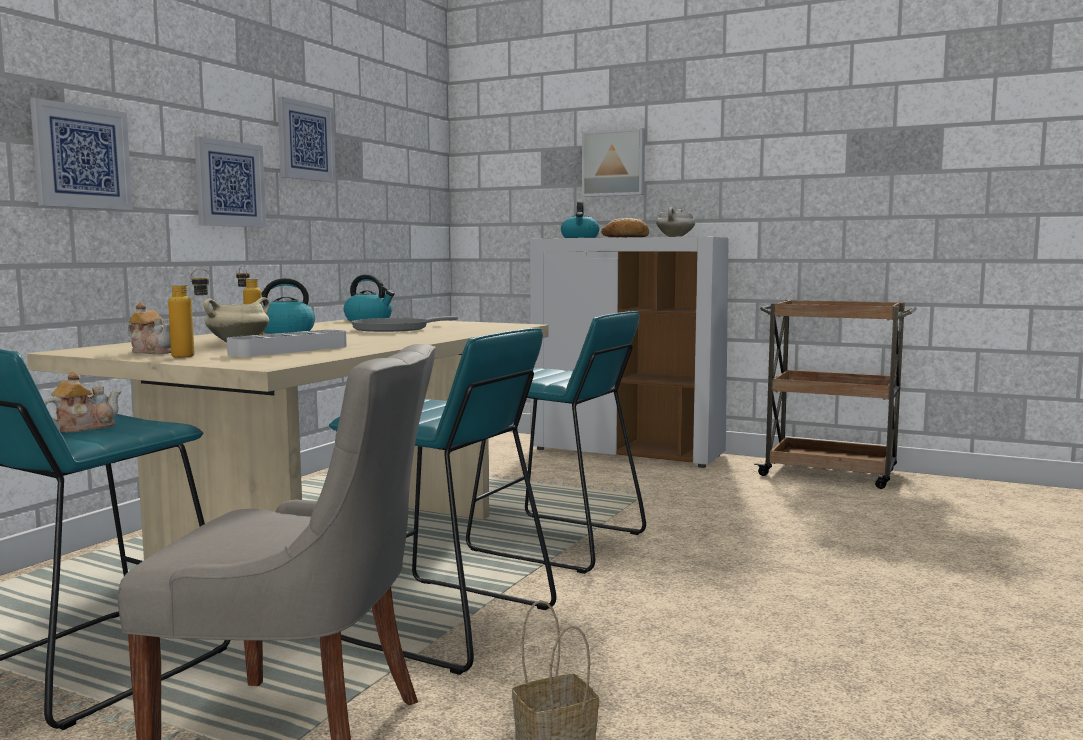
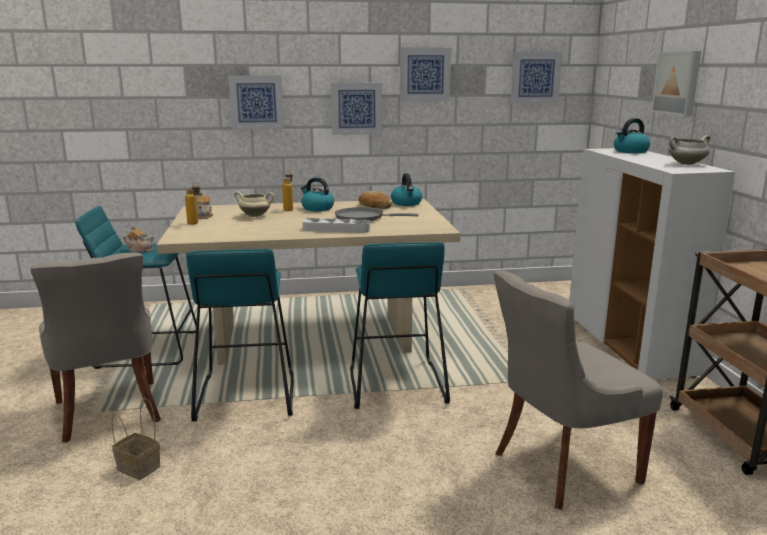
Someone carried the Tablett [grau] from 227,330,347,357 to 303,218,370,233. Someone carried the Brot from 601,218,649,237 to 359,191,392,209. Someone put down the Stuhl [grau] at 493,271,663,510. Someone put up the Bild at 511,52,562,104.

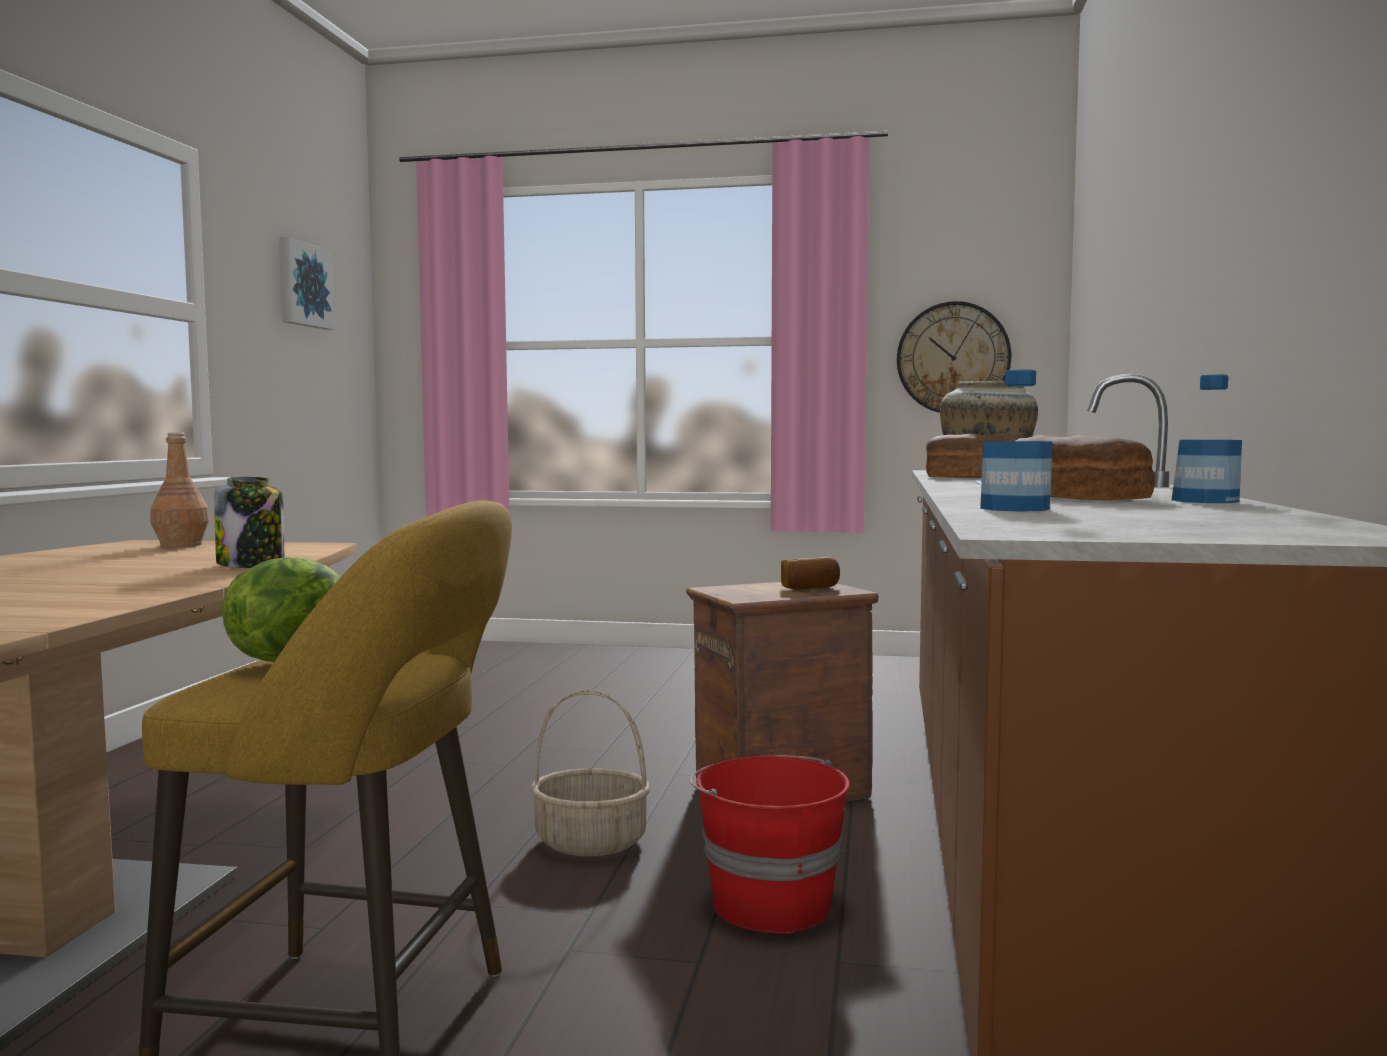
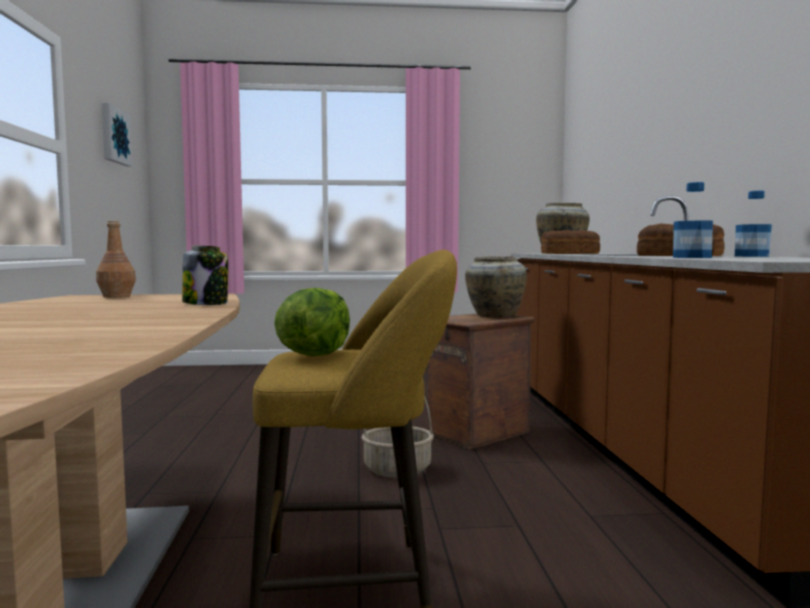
Someone swapped the Brot at 781,557,840,590 for the Vase [beige] at 465,256,527,318. Someone took away the Eimer [rot] at 690,755,850,934. Someone took away the Wanduhr at 897,301,1011,413.

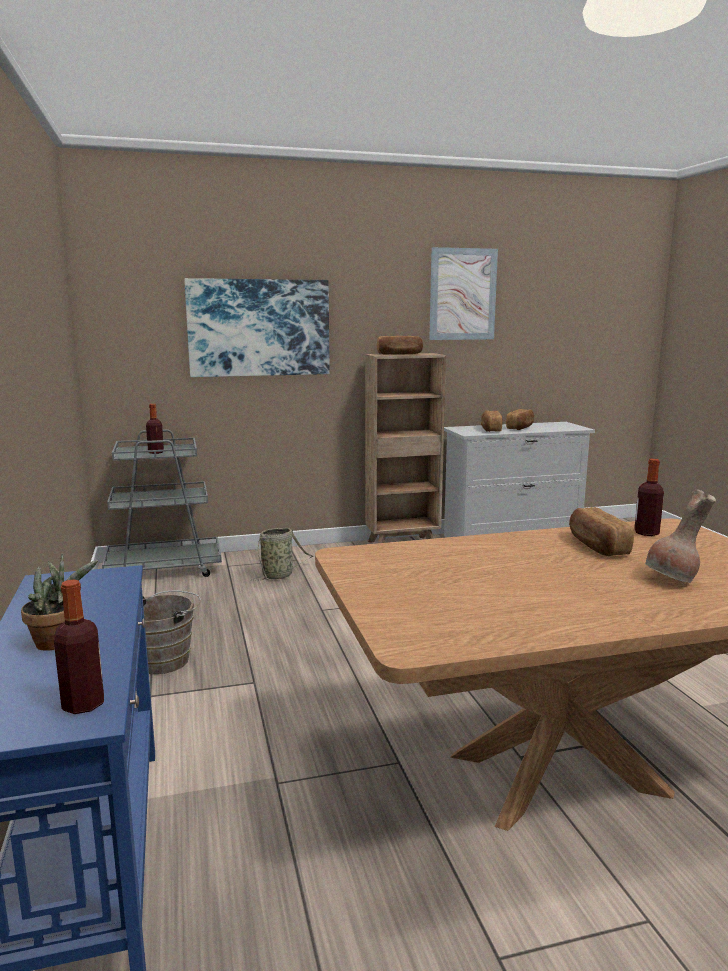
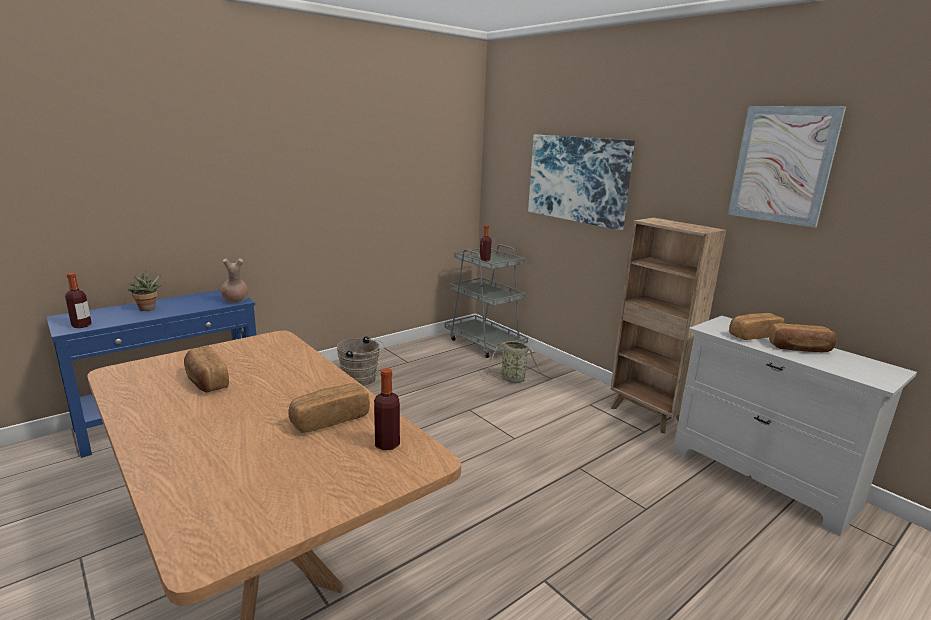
Someone carried the Brot from 377,336,423,355 to 184,346,229,393. Someone carried the Vase [braun] from 645,490,716,583 to 221,258,248,303.

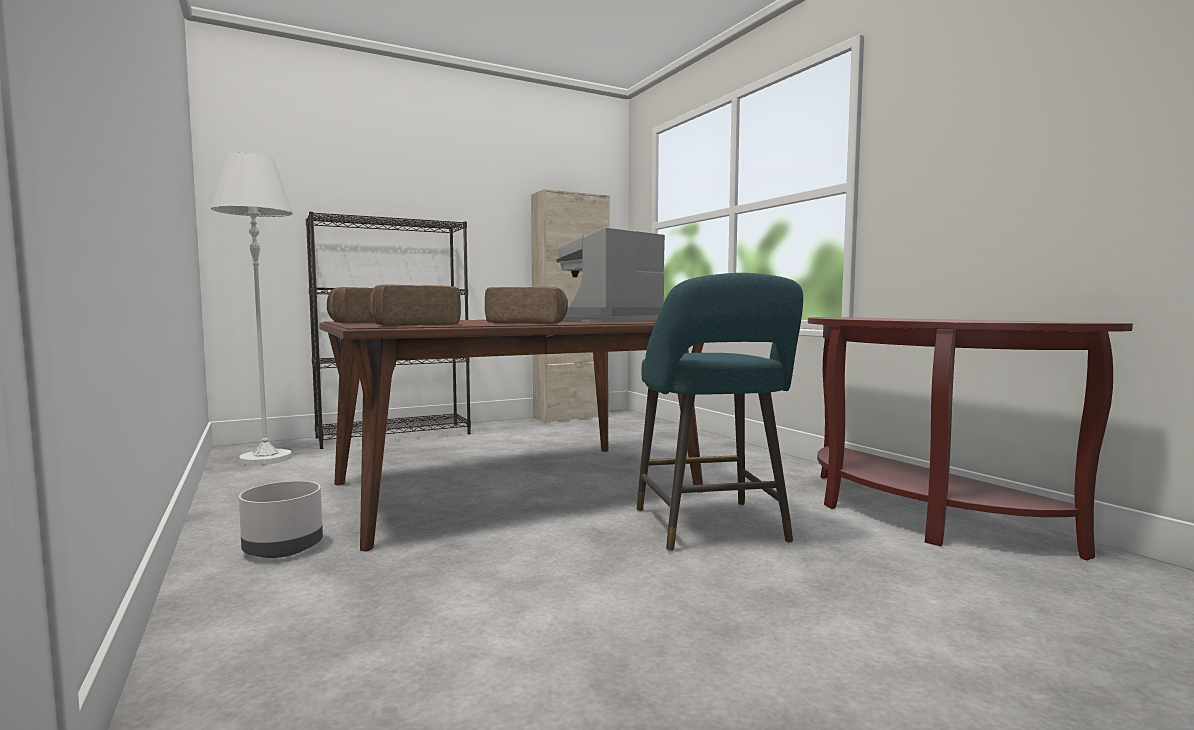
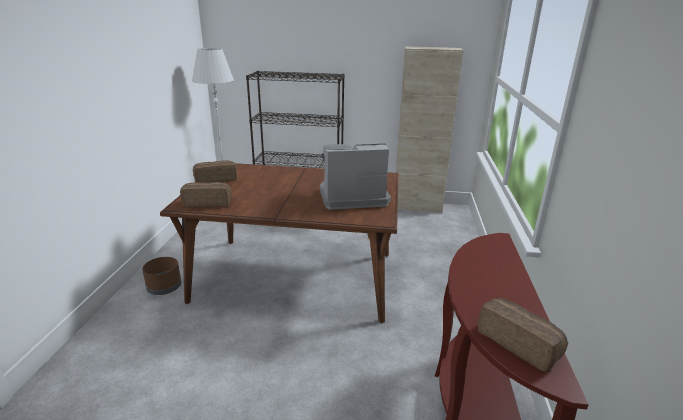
Someone repainted the Pflanzkübel [grau] at 239,481,323,558, which became the Pflanzkübel [braun] at 142,257,181,295. Someone carried the Brot from 485,286,568,324 to 478,298,568,372. Someone took away the Hocker [türkis] at 637,273,803,552.

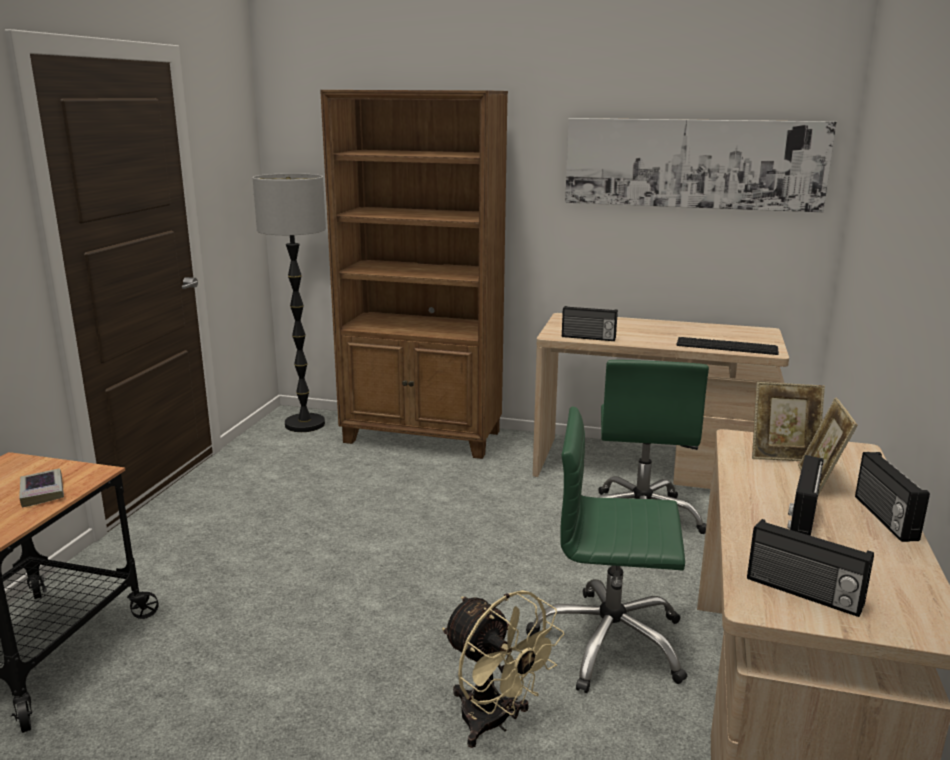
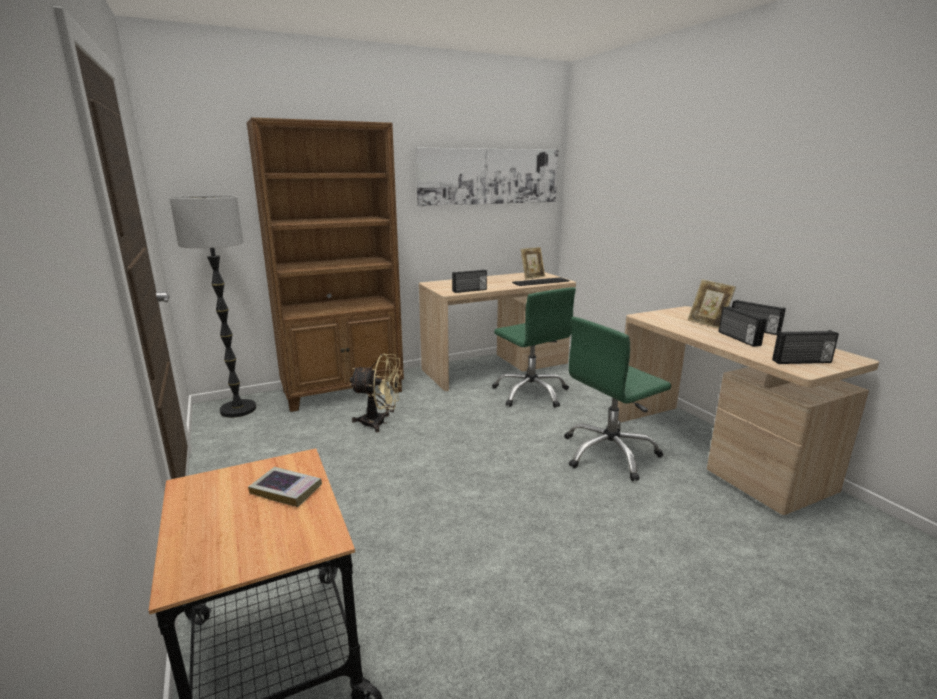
Someone carried the Ventilator [beige] from 442,590,564,748 to 349,354,402,432. Someone carried the Bilderrahmen from 752,382,825,461 to 520,247,545,280.

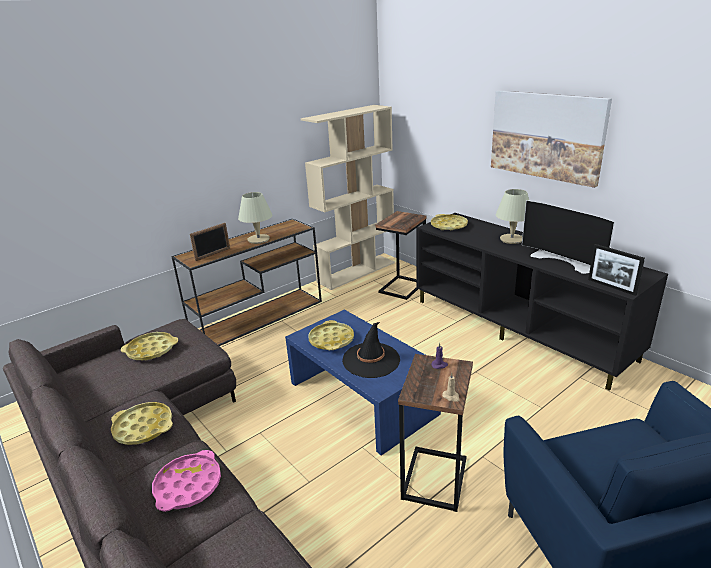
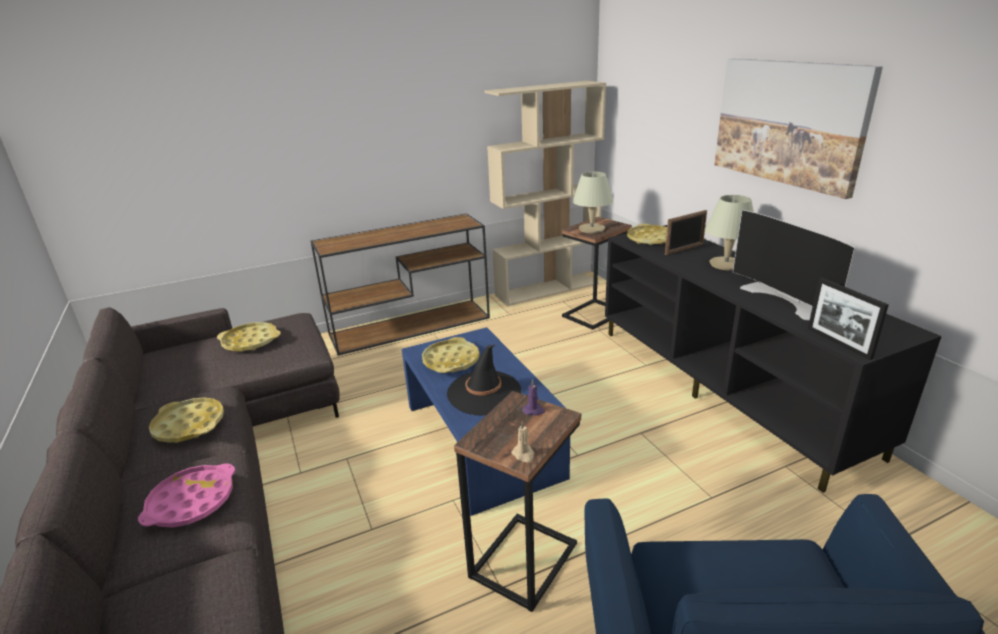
Someone carried the Tischlampe [beige] from 238,192,273,244 to 573,172,613,233. Someone carried the Bilderrahmen from 190,223,230,261 to 665,210,707,255.

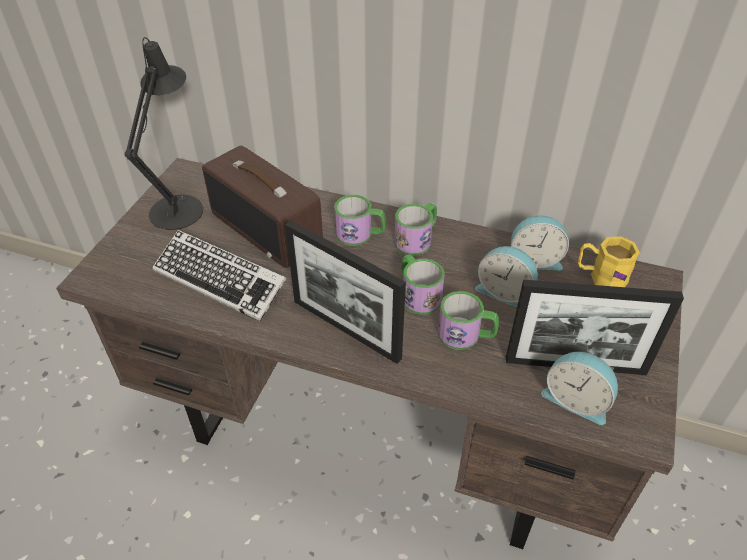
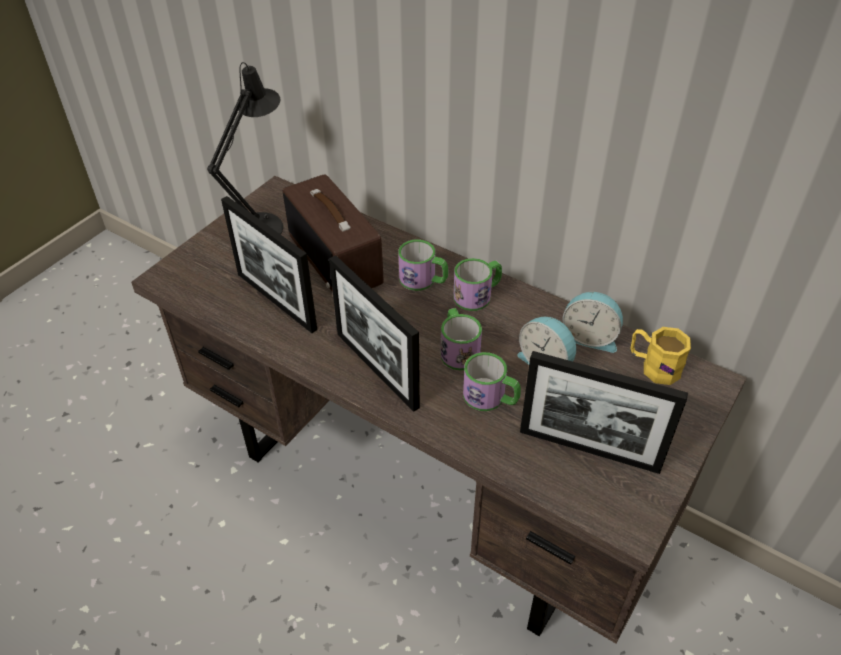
Someone swapped the Tastatur at 152,230,286,322 for the Bilderrahmen at 221,196,317,333. Someone took away the Wecker at 541,352,618,425.

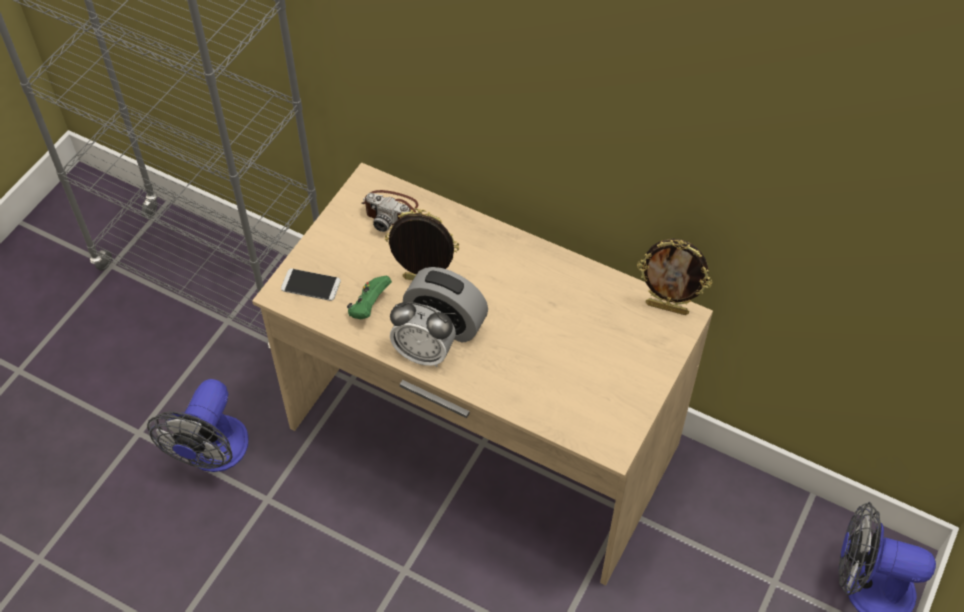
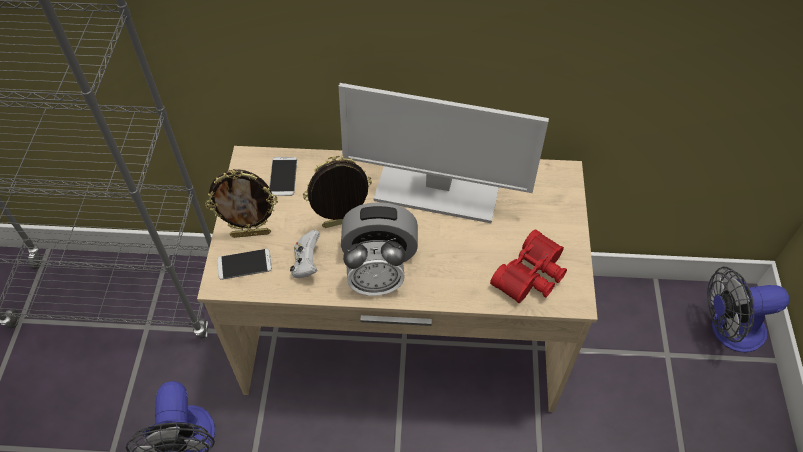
Someone carried the Bilderrahmen from 637,239,712,315 to 205,169,278,238. Someone swapped the Kamera at 362,190,418,232 for the Handy at 270,157,297,196. Someone repainted the Gamepad [grün] at 347,276,392,319, which became the Gamepad [weiß] at 290,230,320,278. Someone put down the Monitor at 339,83,549,223. Someone put down the Fernglas [rot] at 490,229,567,303.

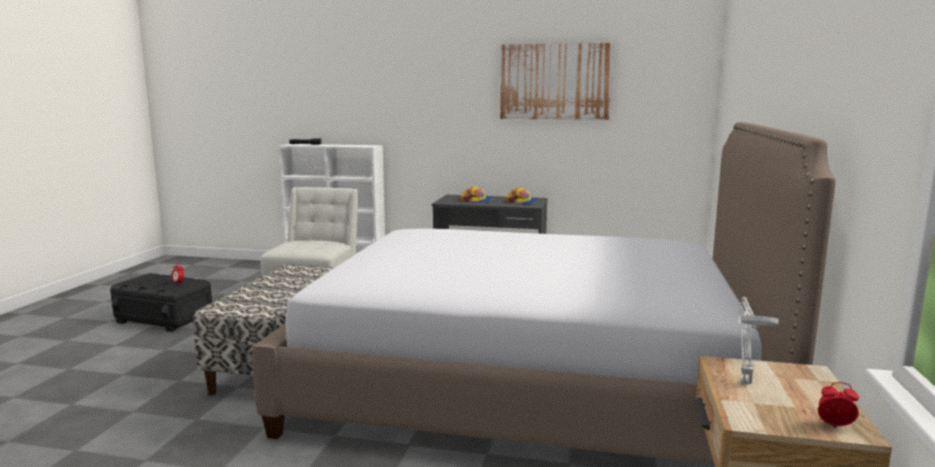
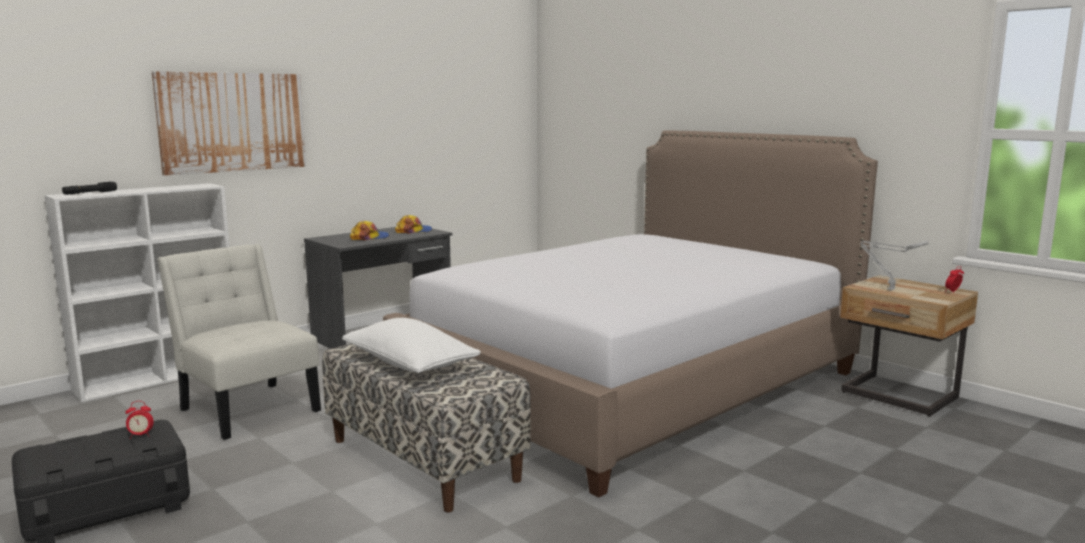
Someone carried the Bild from 500,43,614,120 to 152,71,306,176. Someone put down the Kissen [weiß] at 342,318,481,373.

